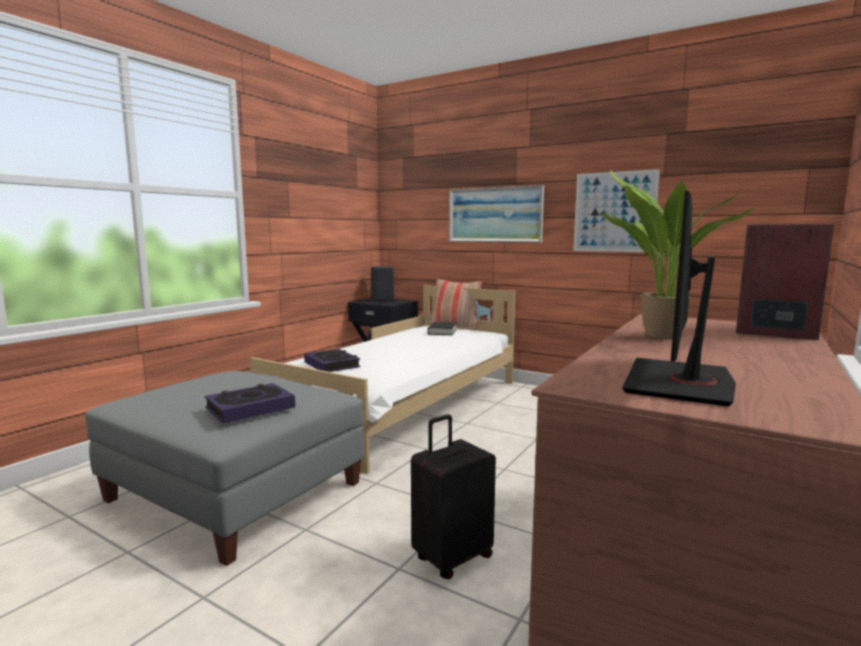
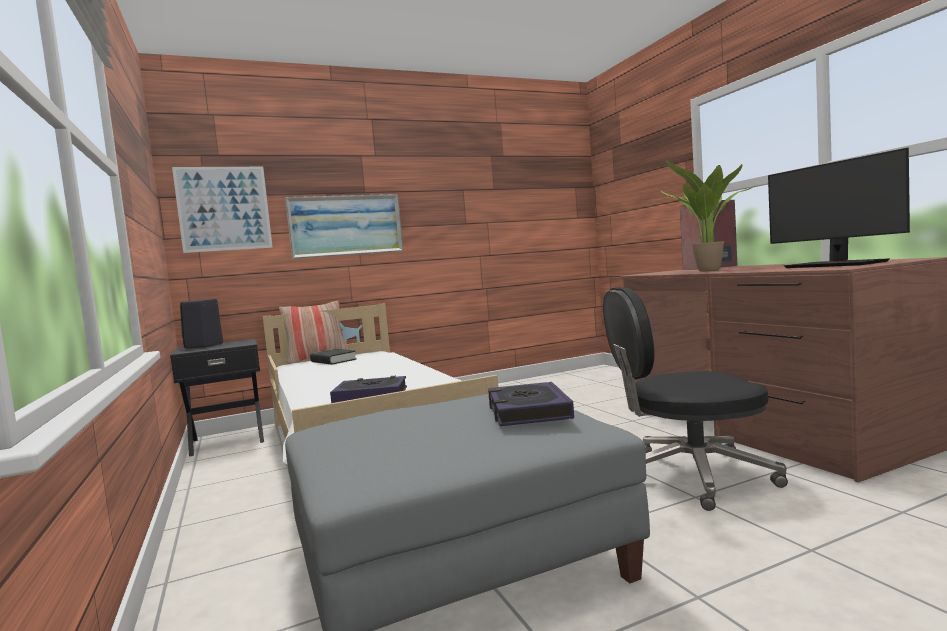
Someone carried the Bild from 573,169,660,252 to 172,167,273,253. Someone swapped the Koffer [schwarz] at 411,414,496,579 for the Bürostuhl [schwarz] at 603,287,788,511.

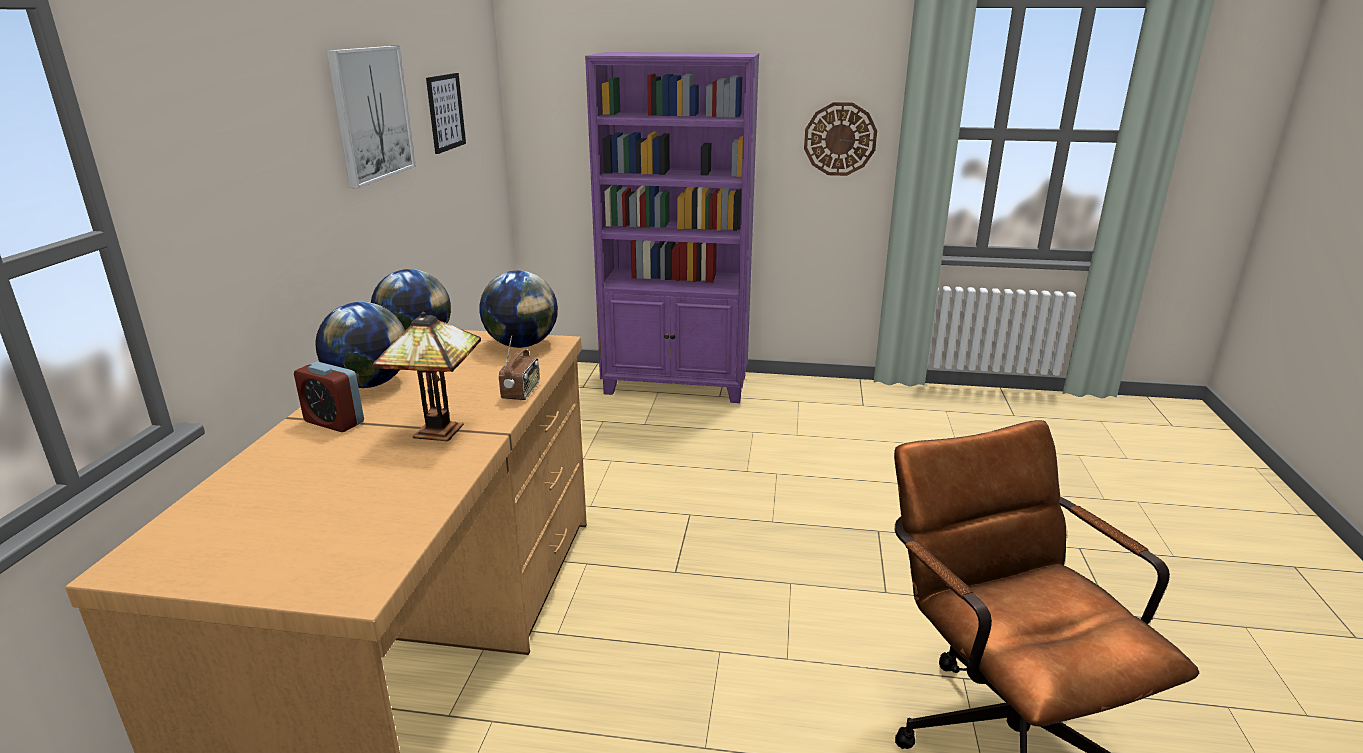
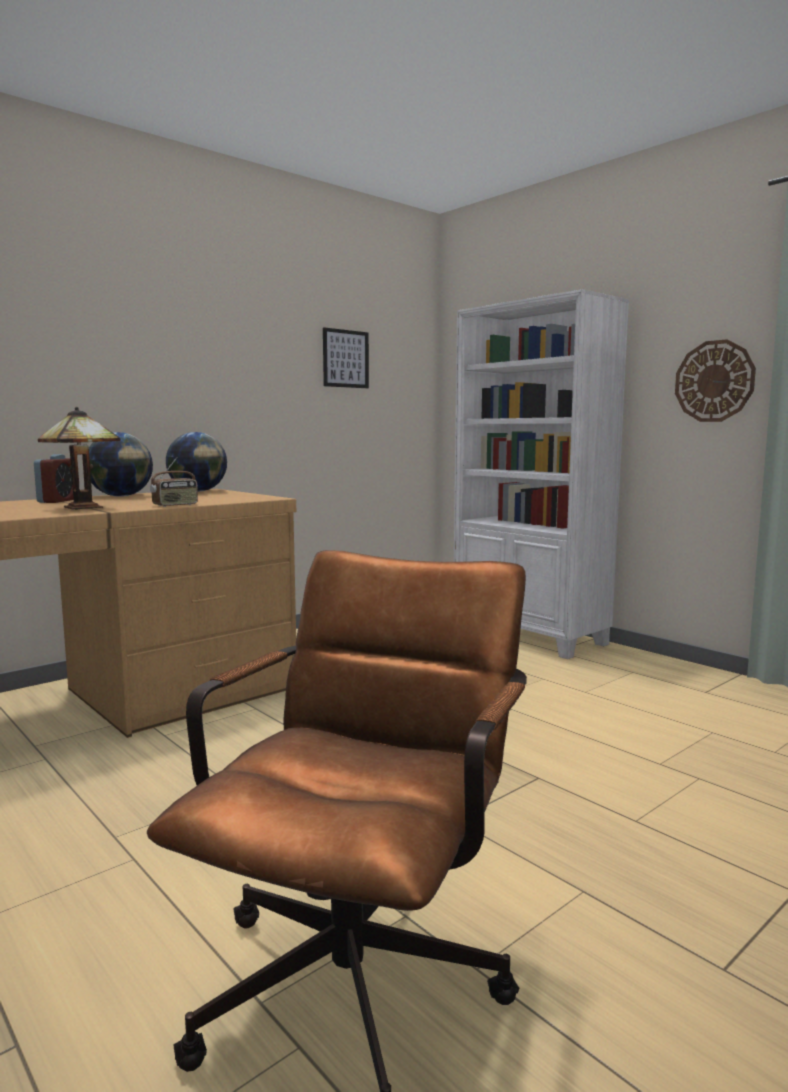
Someone rotated the Wecker at 294,362,364,432 by 150 degrees counterclockwise. Someone repainted the Bücherregal [lila] at 585,52,759,403, which became the Bücherregal [weiß] at 454,289,629,659. Someone took away the Bild at 327,46,416,188. Someone took away the Globus at 479,271,558,348.

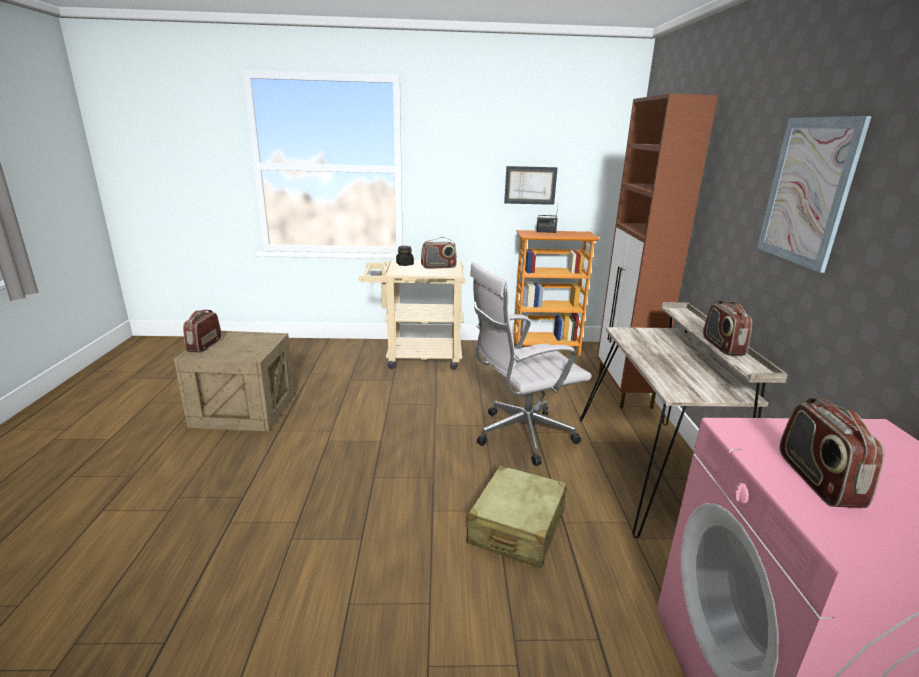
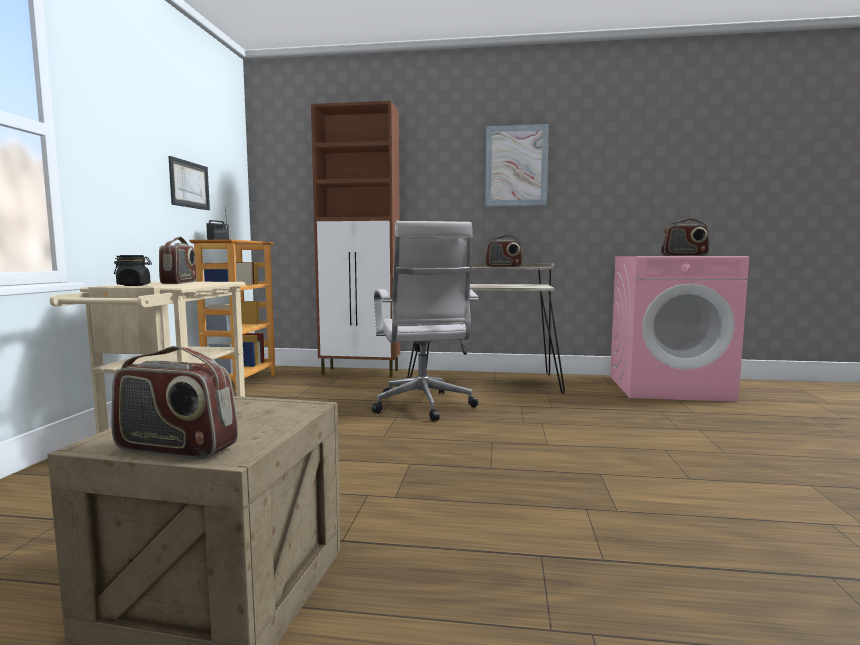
Someone took away the Koffer [beige] at 467,465,567,568.

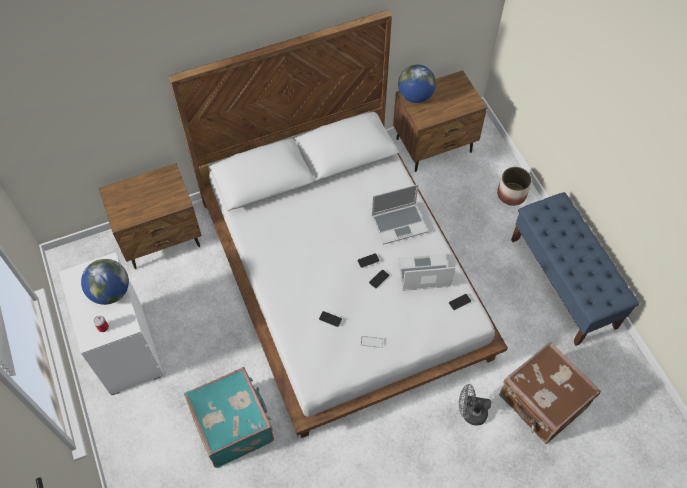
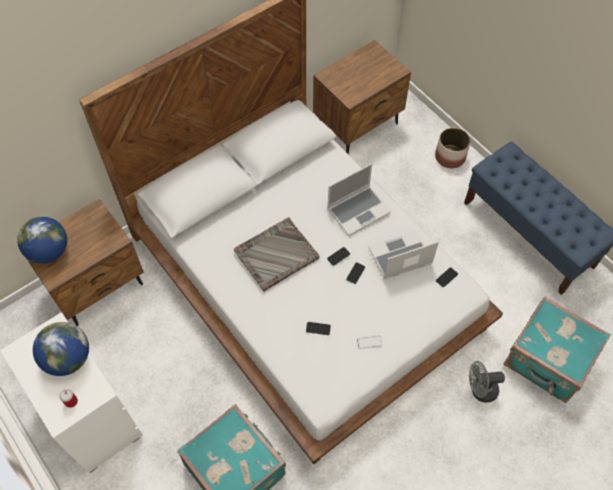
Someone carried the Globus from 398,65,436,103 to 17,217,67,264. Someone put down the Tablett [grau] at 234,217,320,291. Someone repainted the Koffer [braun] at 499,342,601,444, which became the Koffer [türkis] at 504,296,611,403.

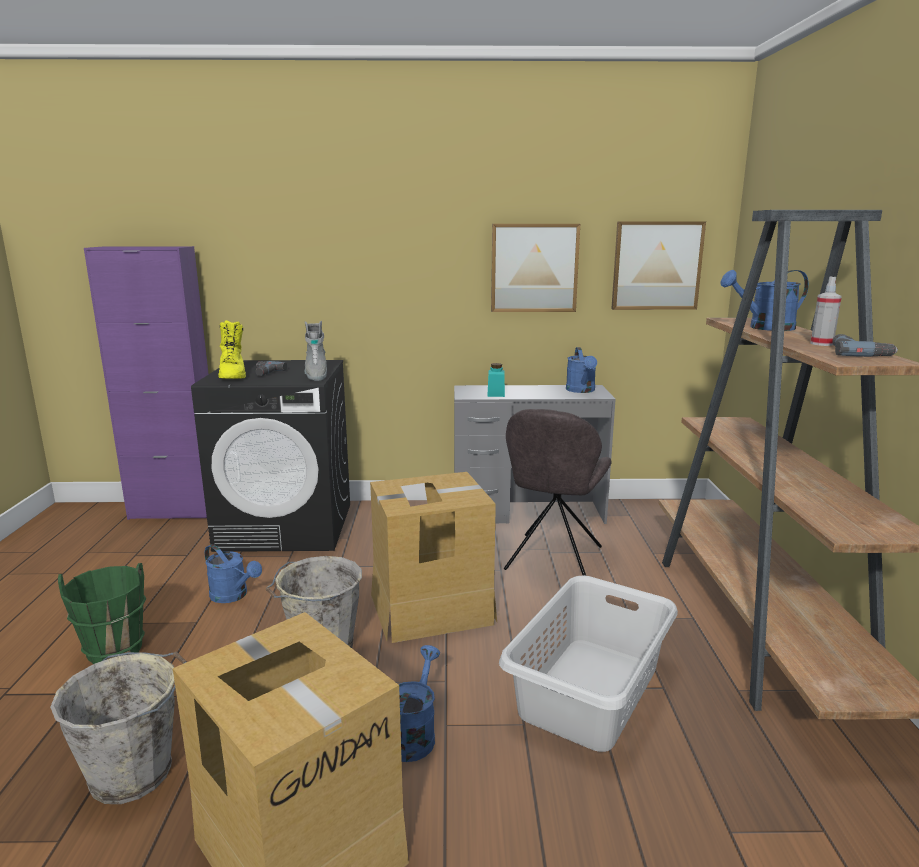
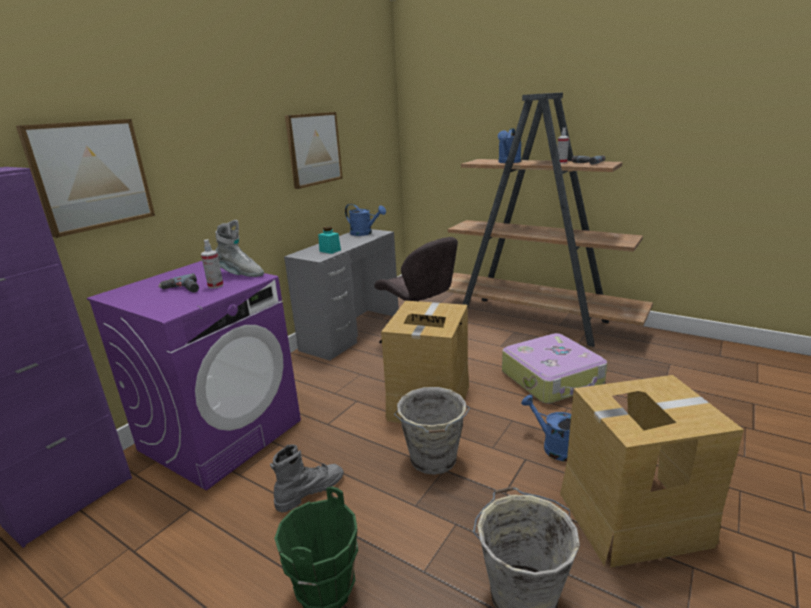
Someone carried the Bild from 611,221,706,310 to 16,119,155,238. Someone repainted the Waschmaschine [schwarz] at 191,360,350,552, which became the Waschmaschine [lila] at 87,261,301,491. Someone put down the Sprühflasche at 201,239,224,289. Someone swapped the Gießkanne [blau] at 205,544,262,603 for the Stiefel [grau] at 270,444,344,513. Someone swapped the Wäschekorb [grau] at 499,575,678,752 for the Koffer at 502,333,607,404. Someone took away the Stiefel [gelb] at 218,320,246,379.

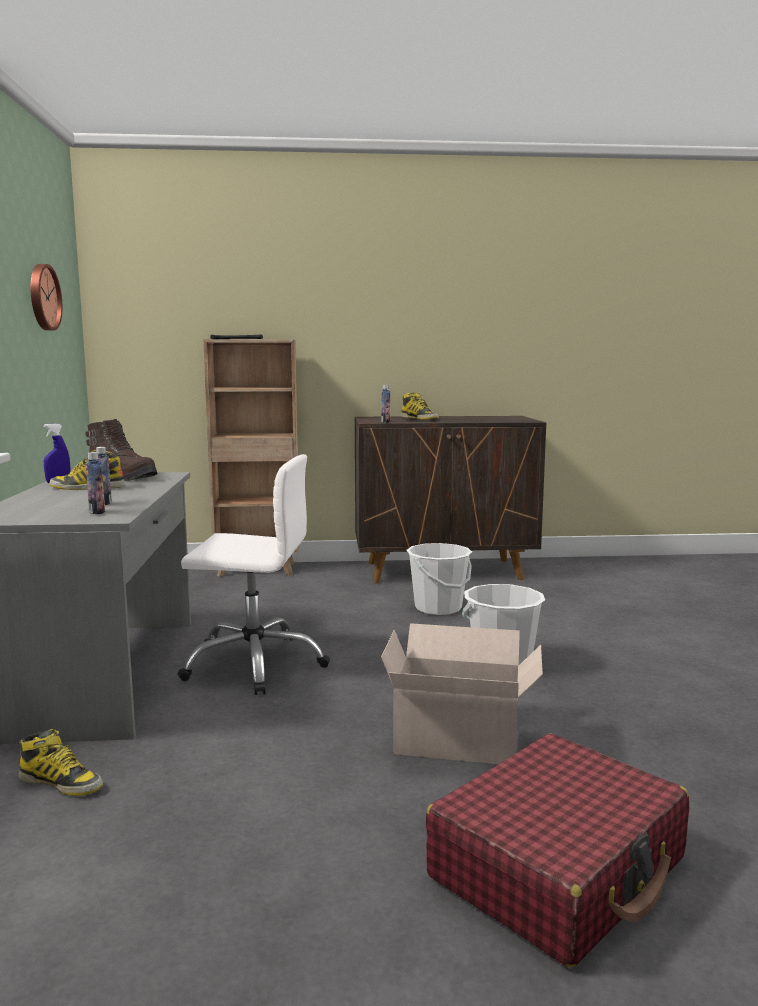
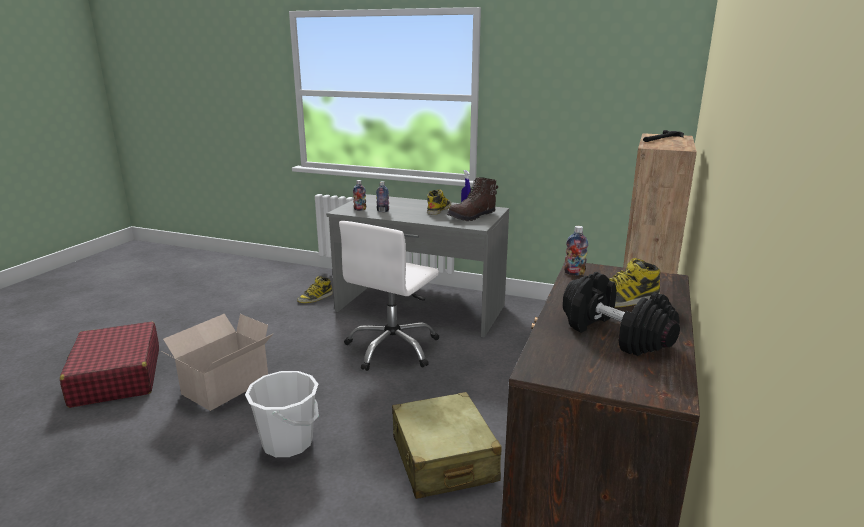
Someone swapped the Eimer [weiß] at 407,543,472,615 for the Koffer [beige] at 392,392,501,499. Someone put down the Hantel [schwarz] at 563,272,680,356. Someone took away the Wanduhr at 30,264,62,331.

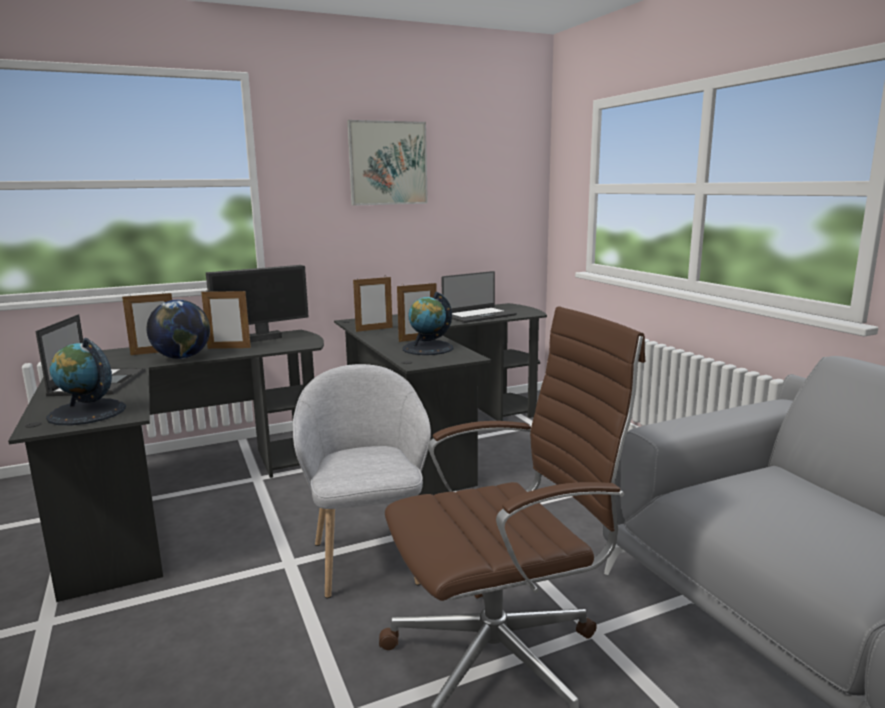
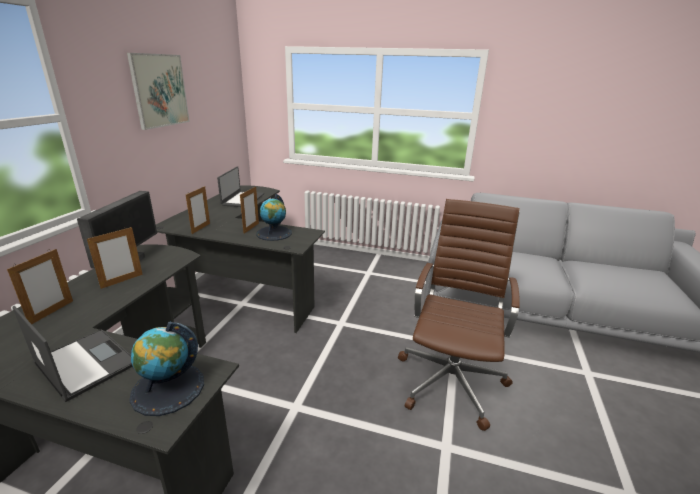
Someone took away the Globus at 146,300,210,359. Someone took away the Sessel [grau] at 293,364,431,598.

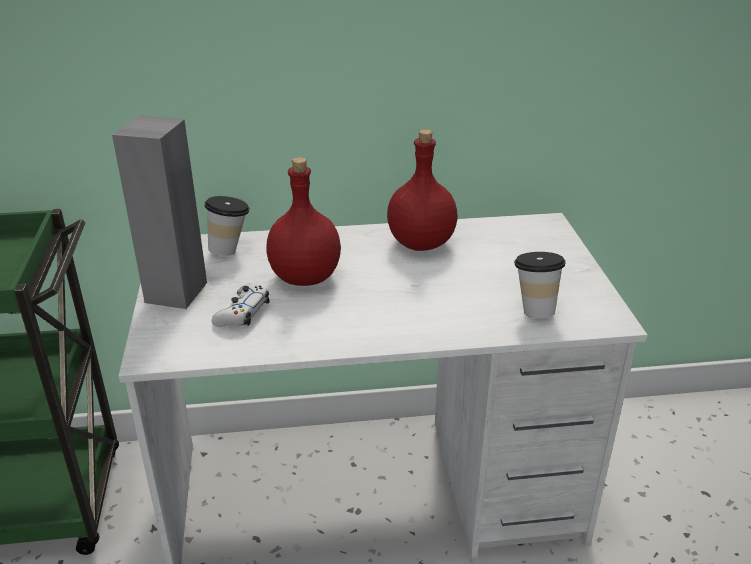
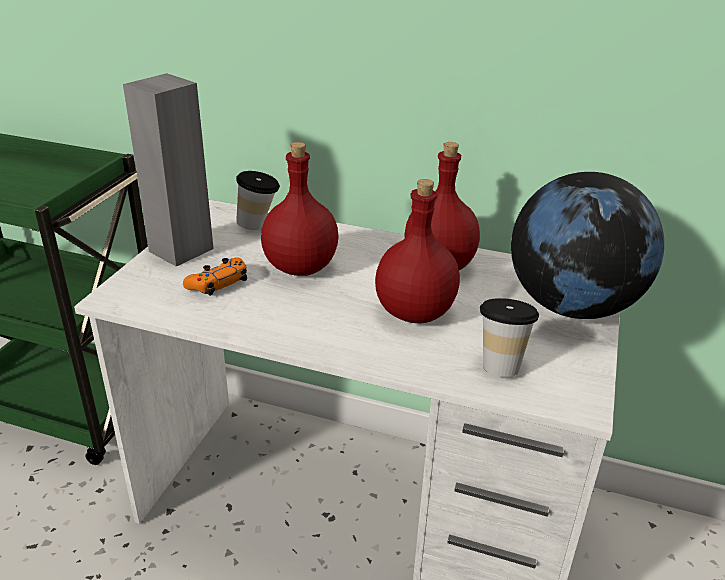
Someone repainted the Gamepad [weiß] at 212,283,270,327, which became the Gamepad [orange] at 183,257,247,296. Someone put down the Flasche [rot] at 375,179,460,324. Someone put down the Globus at 511,172,664,319.

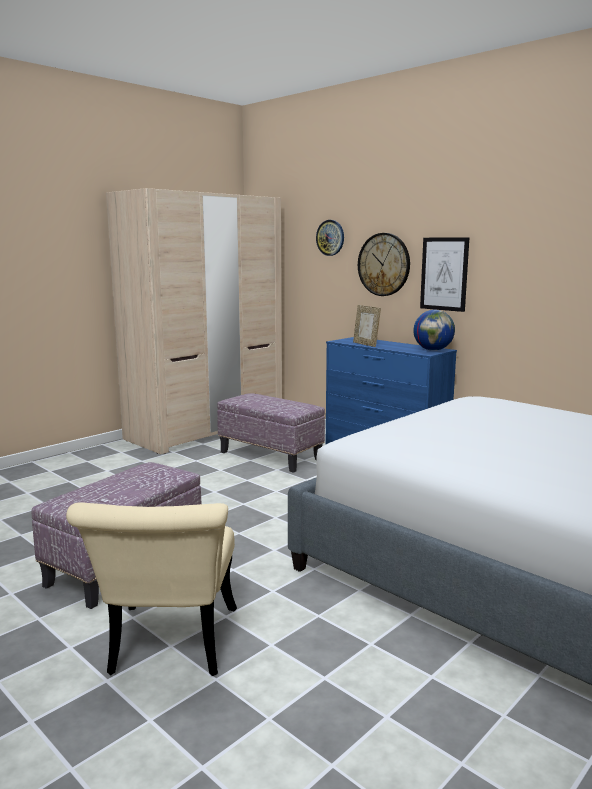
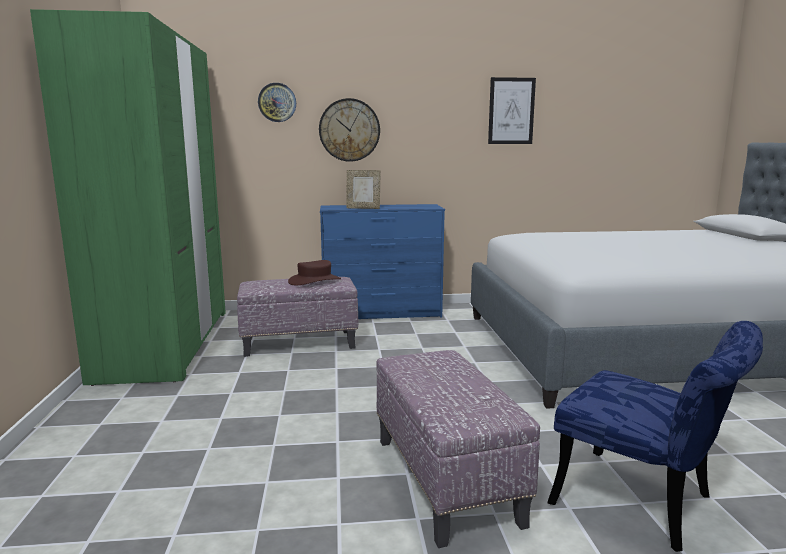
Someone repainted the Kleiderschrank [beige] at 106,188,282,454, which became the Kleiderschrank [grün] at 30,9,226,386. Someone put down the Hut [braun] at 288,260,341,285. Someone carried the Bild from 420,237,469,312 to 488,77,536,144. Someone repainted the Stuhl [beige] at 66,502,237,676, which became the Stuhl [blau] at 548,321,763,552. Someone took away the Globus at 413,310,455,351.

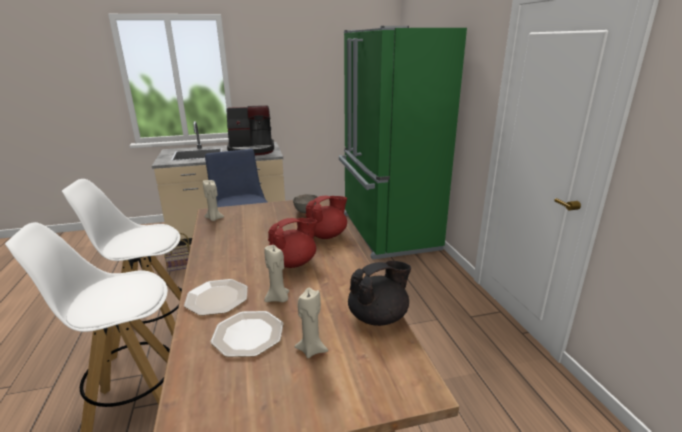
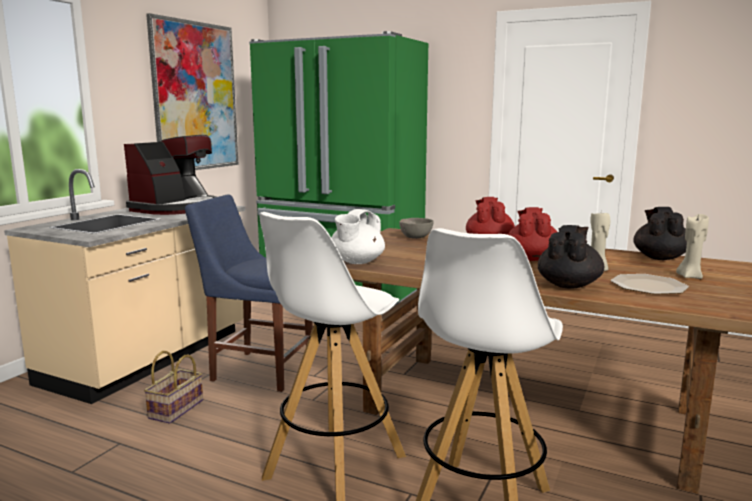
Someone put up the Bild at 146,13,239,170. Someone swapped the Kerze [beige] at 203,180,224,221 for the Teekanne [weiß] at 331,209,385,264. Someone swapped the Teller at 184,279,248,316 for the Teekanne [schwarz] at 538,225,604,289.

